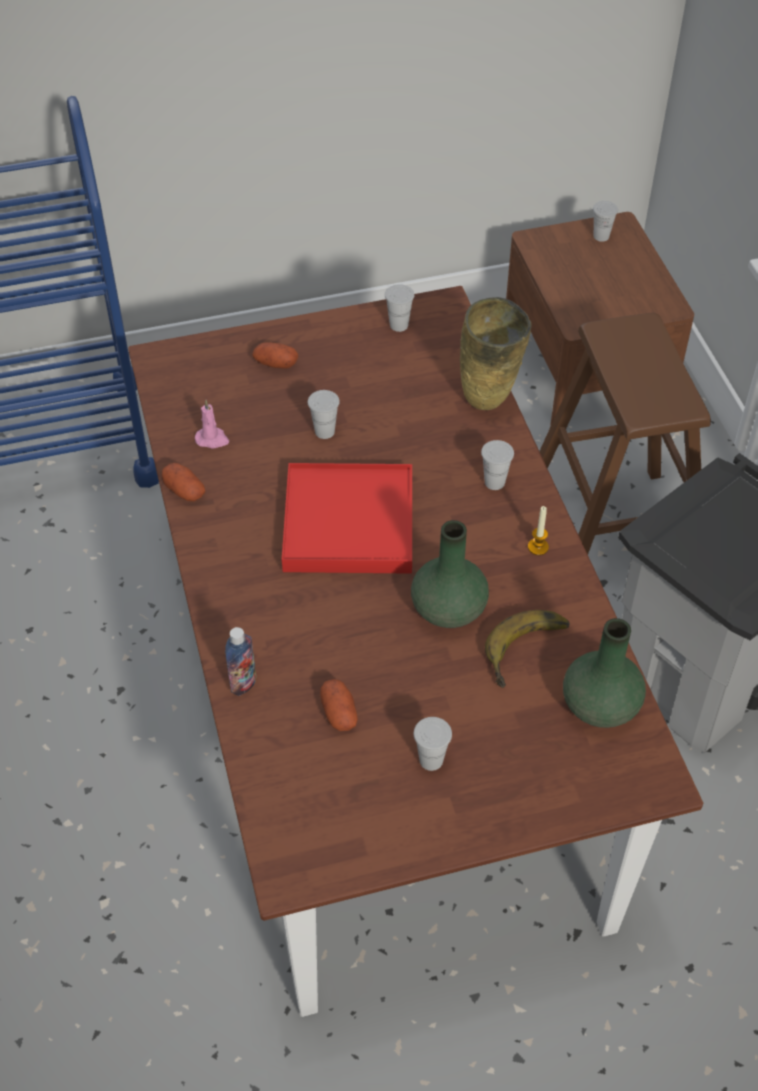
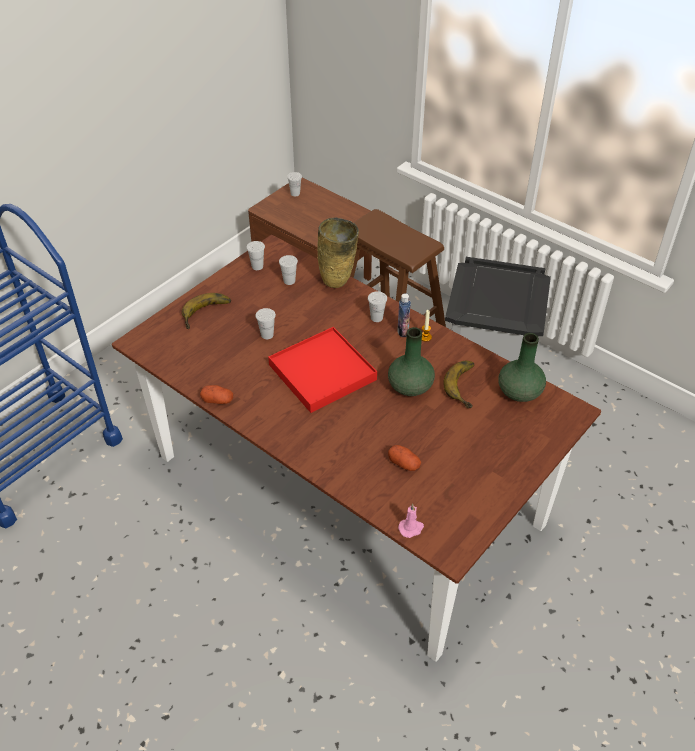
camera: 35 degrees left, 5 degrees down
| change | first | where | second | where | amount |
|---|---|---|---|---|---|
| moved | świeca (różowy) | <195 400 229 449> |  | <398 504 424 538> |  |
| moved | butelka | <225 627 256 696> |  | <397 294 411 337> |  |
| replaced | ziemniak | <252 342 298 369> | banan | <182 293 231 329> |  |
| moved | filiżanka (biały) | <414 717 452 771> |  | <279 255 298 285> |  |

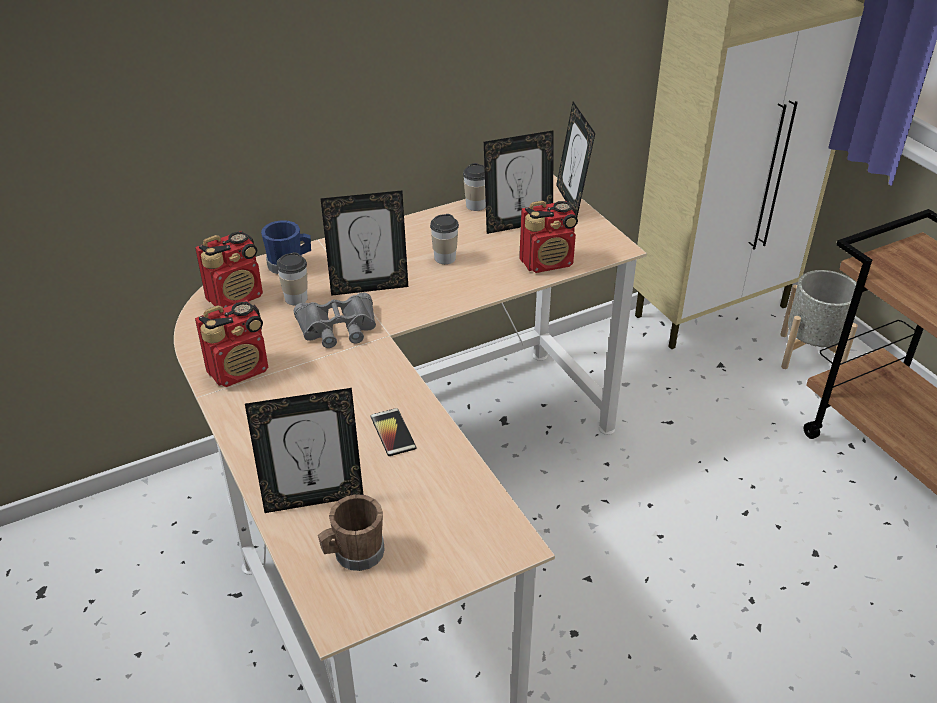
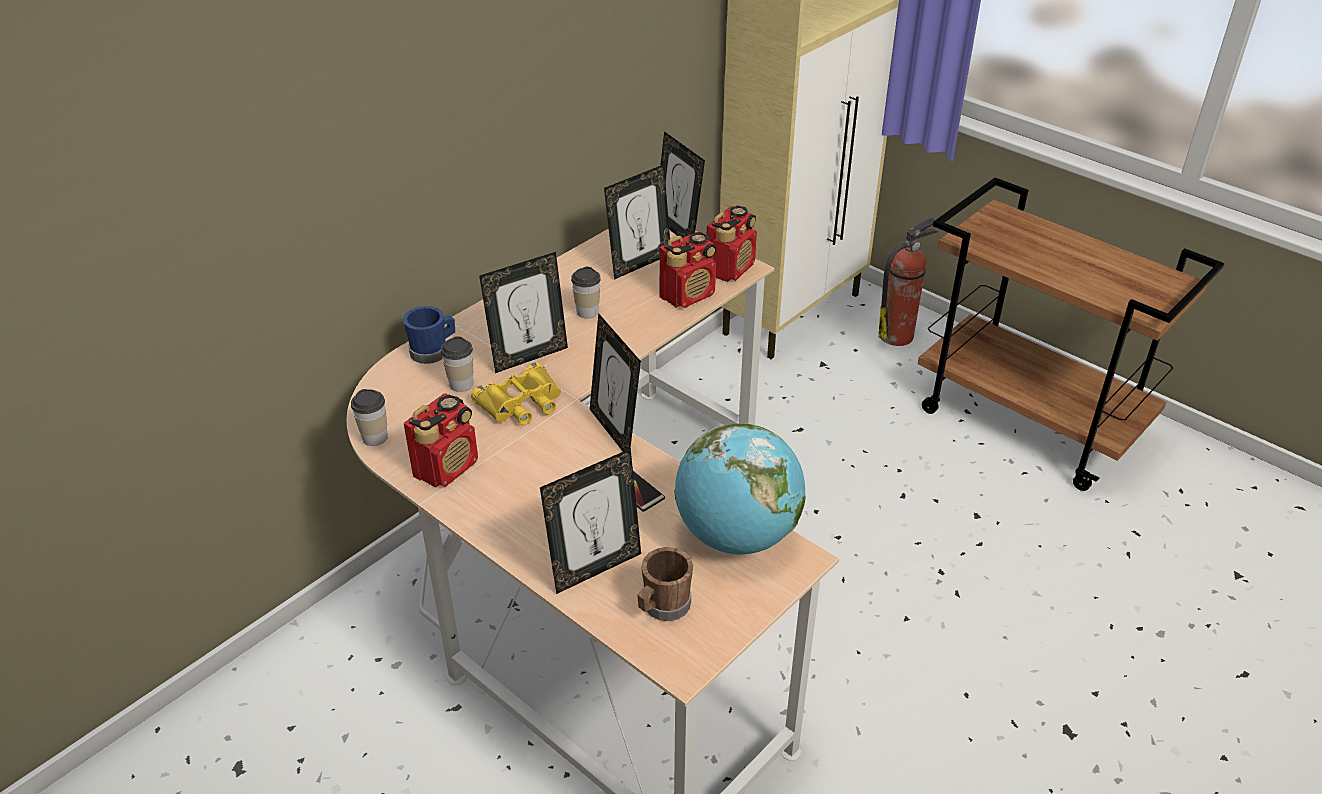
camera: 20 degrees left, 0 degrees up
| change | first | where | second | where | amount |
|---|---|---|---|---|---|
| moved | radio | <195 231 263 308> |  | <707 206 757 282> |  |
| recoloured | lornetka (szary) | <294 293 376 348> | lornetka (żółty) | <471 362 561 425> |  |
| moved | filiżanka | <463 163 486 211> |  | <351 389 388 446> |  |
| replaced | donica (szary) | <780 270 858 369> | gaśnica | <878 218 939 346> |  |
| added |  |  | ramka na zdjęcie | <590 313 641 452> |  |
| added |  |  | globus | <674 423 805 554> |  |

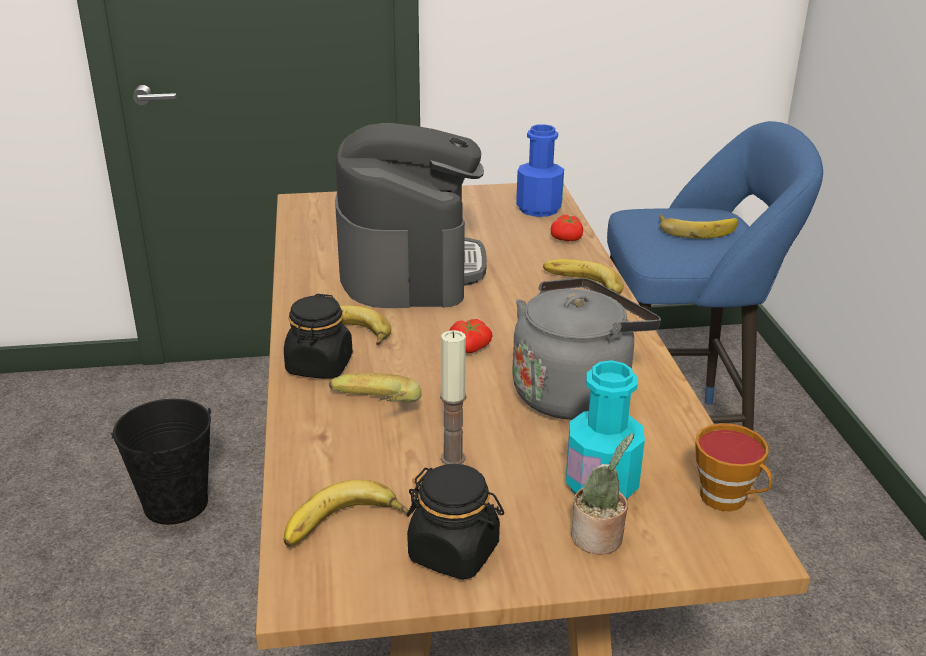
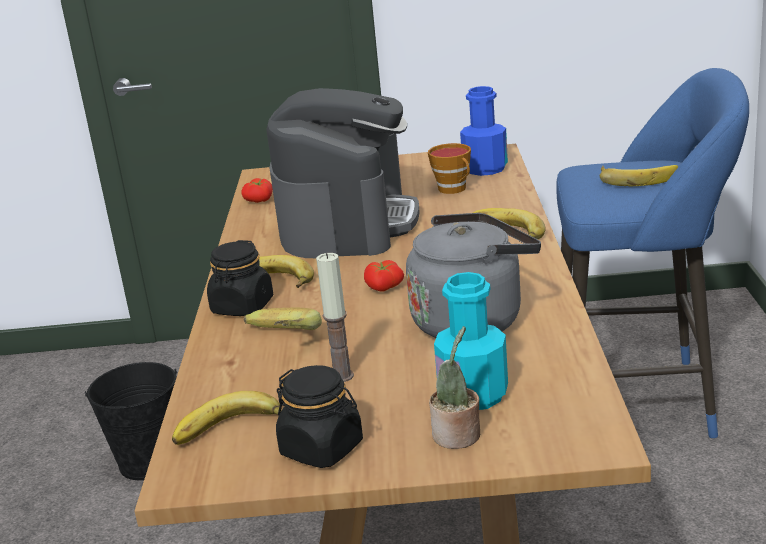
camera: 10 degrees right, 5 degrees down
| change | first | where | second | where | amount |
|---|---|---|---|---|---|
| moved | pomidor | <551 215 583 242> |  | <241 178 273 203> |  |
| moved | filiżanka | <695 423 772 511> |  | <428 143 471 194> |  |

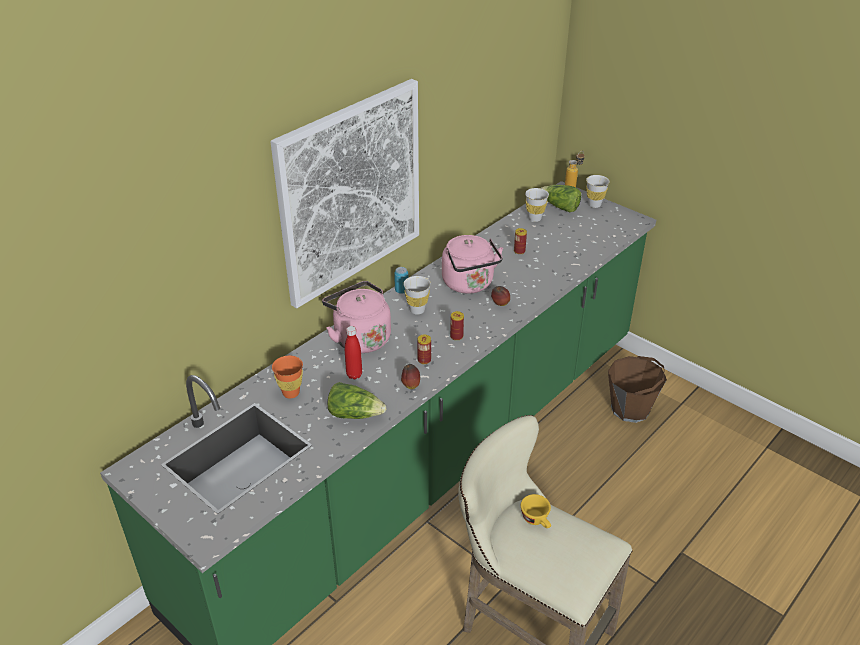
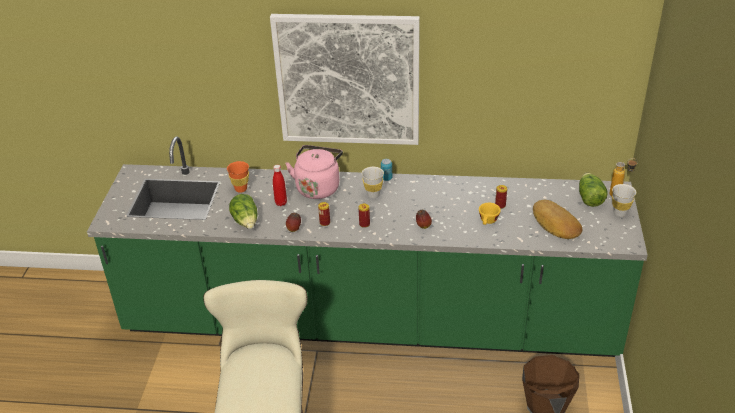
camera: 55 degrees right, 0 degrees up
| change | first | where | second | where | amount |
|---|---|---|---|---|---|
| removed | czajnik (różowy) | <442 235 503 293> |  |  |  |
| moved | filiżanka (żółty) | <521 494 551 528> |  | <479 203 501 225> |  |
| removed | filiżanka (biały) | <525 188 549 222> |  |  |  |
| added |  |  | chleb | <533 200 582 239> |  |

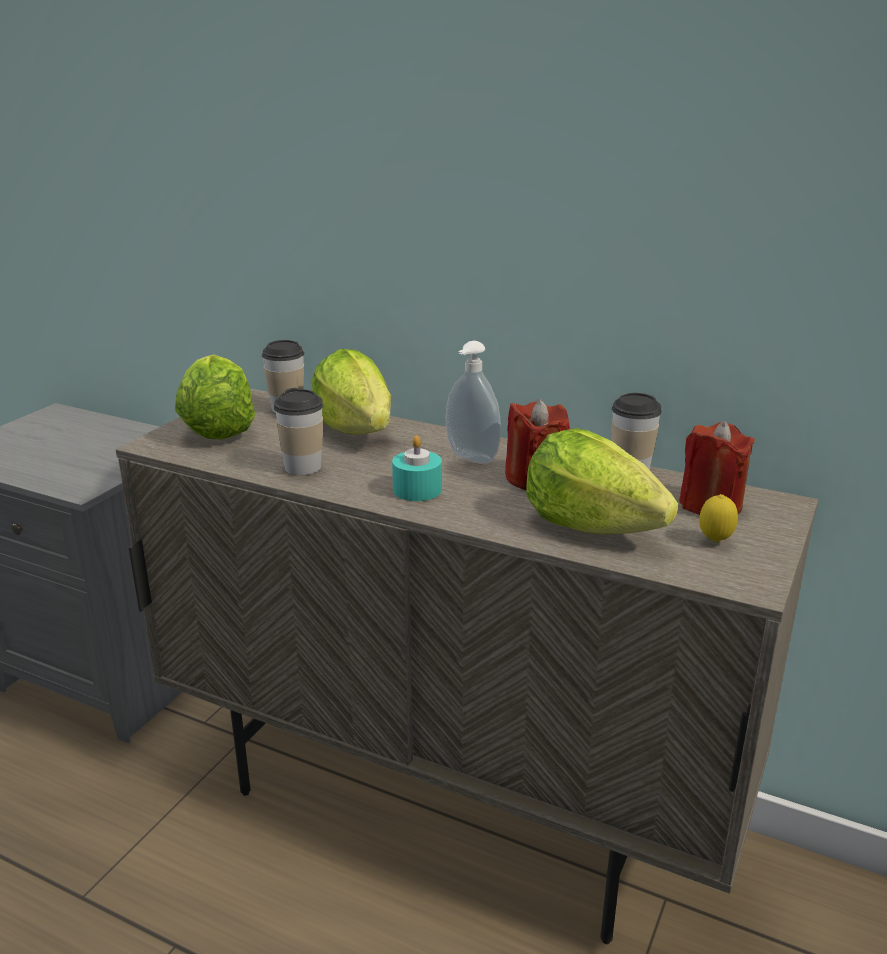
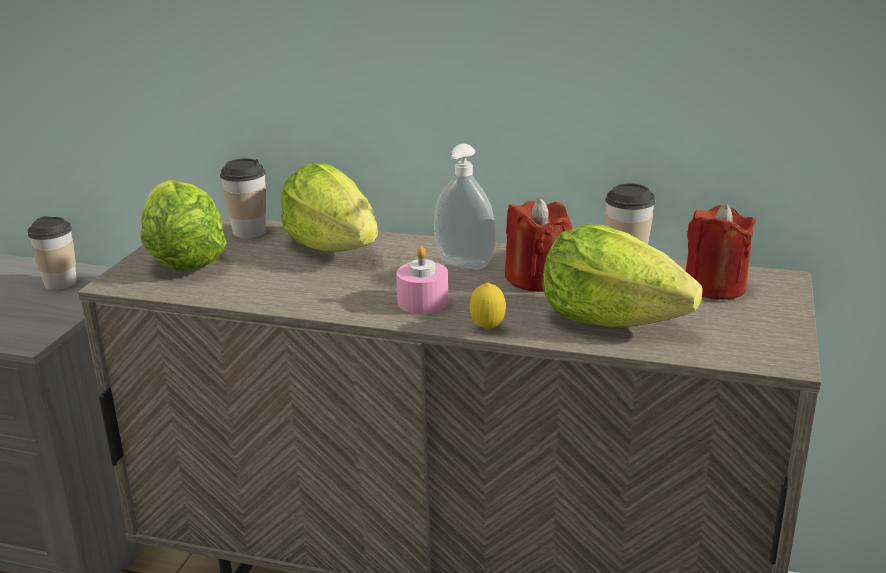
camera: 10 degrees left, 0 degrees up
| change | first | where | second | where | amount |
|---|---|---|---|---|---|
| moved | filiżanka | <274 388 323 475> |  | <28 216 77 290> |  |
| recoloured | świeca (turkusowy) | <392 435 442 501> | świeca (różowy) | <396 246 448 314> |  |
| moved | cytryna | <699 494 738 542> |  | <470 282 506 330> |  |

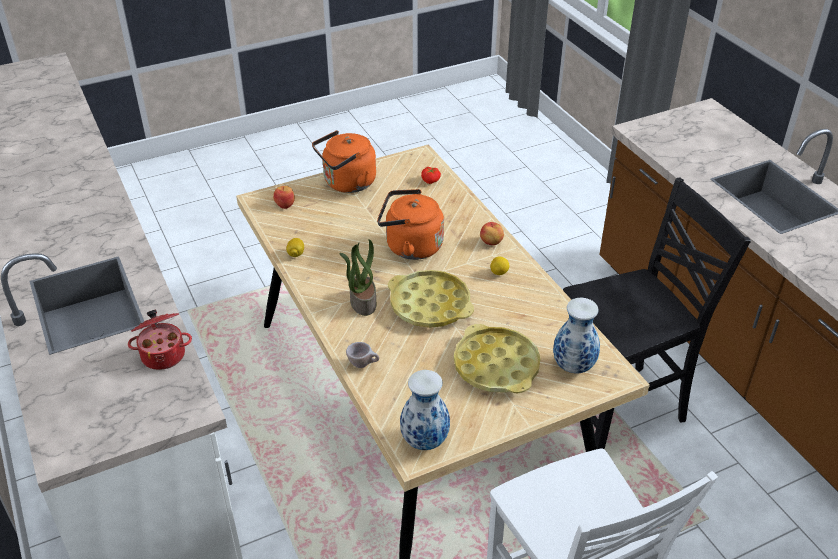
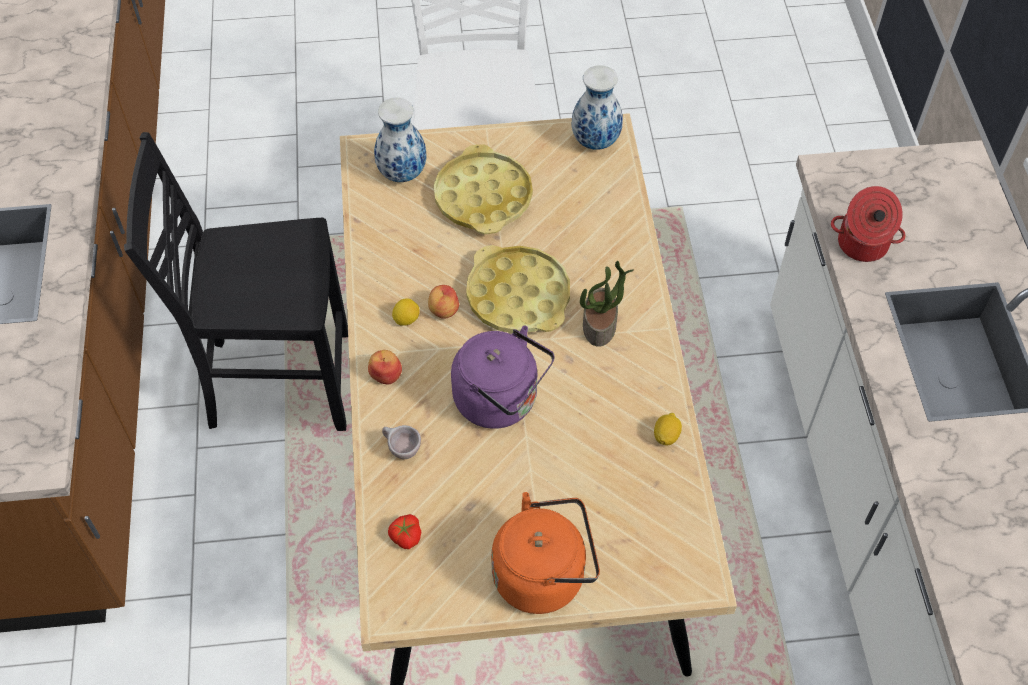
camera: 160 degrees left, 15 degrees up
| change | first | where | second | where | amount |
|---|---|---|---|---|---|
| moved | jabłko | <273 186 295 209> |  | <428 285 459 319> |  |
| moved | filiżanka (beżowy) | <346 342 379 368> |  | <382 425 421 459> |  |
| recoloured | czajnik (pomarańczowy) | <377 189 444 260> | czajnik (fioletowy) | <451 326 555 429> |  |

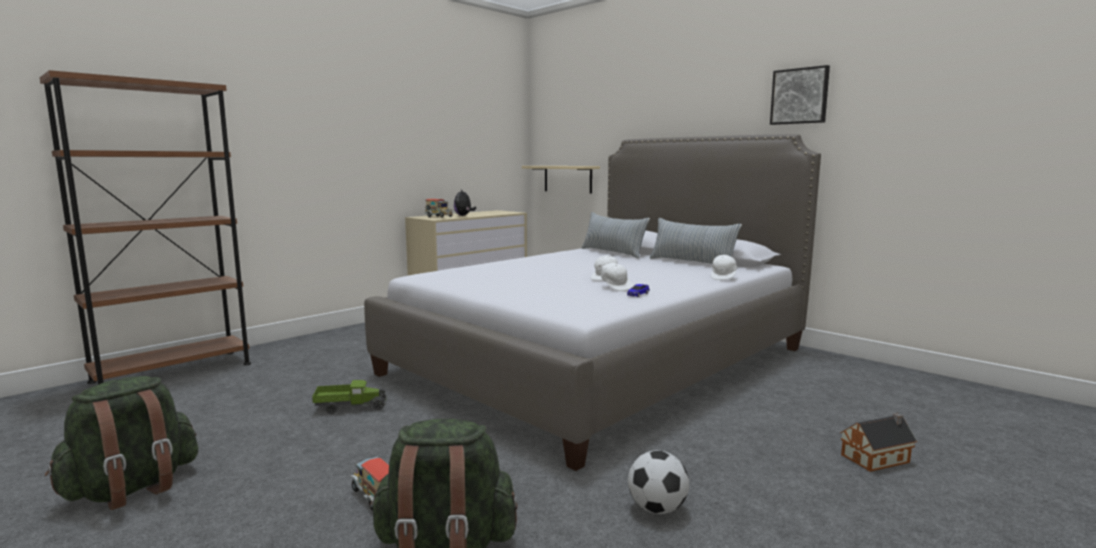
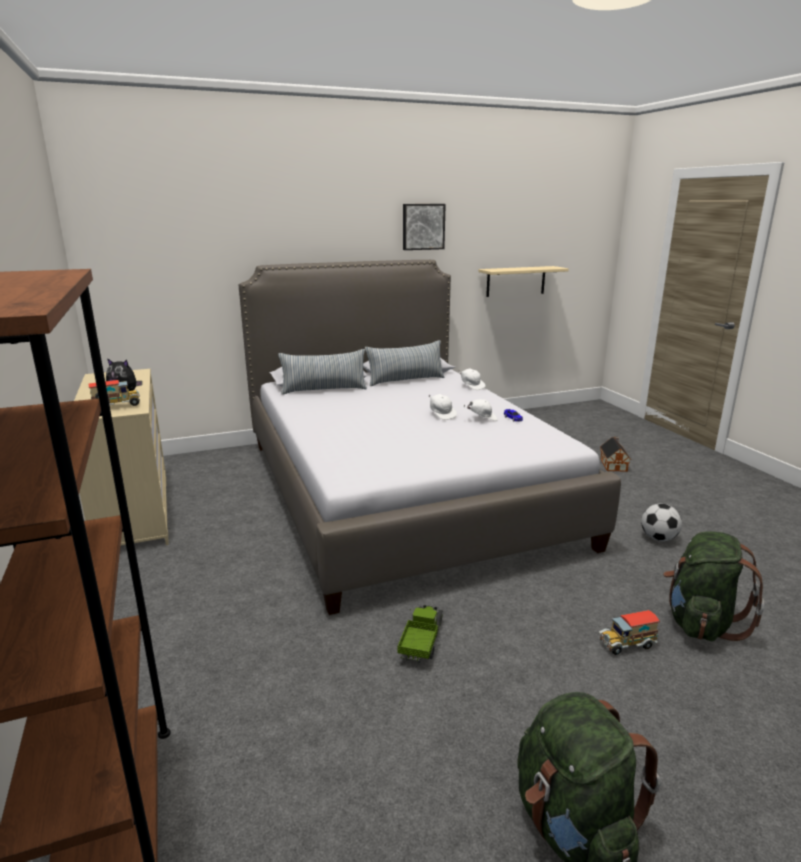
camera: 65 degrees left, 10 degrees up
| change | first | where | second | where | amount |
|---|---|---|---|---|---|
| moved | półka (beżowy) | <522 166 600 193> |  | <478 266 569 297> |  |

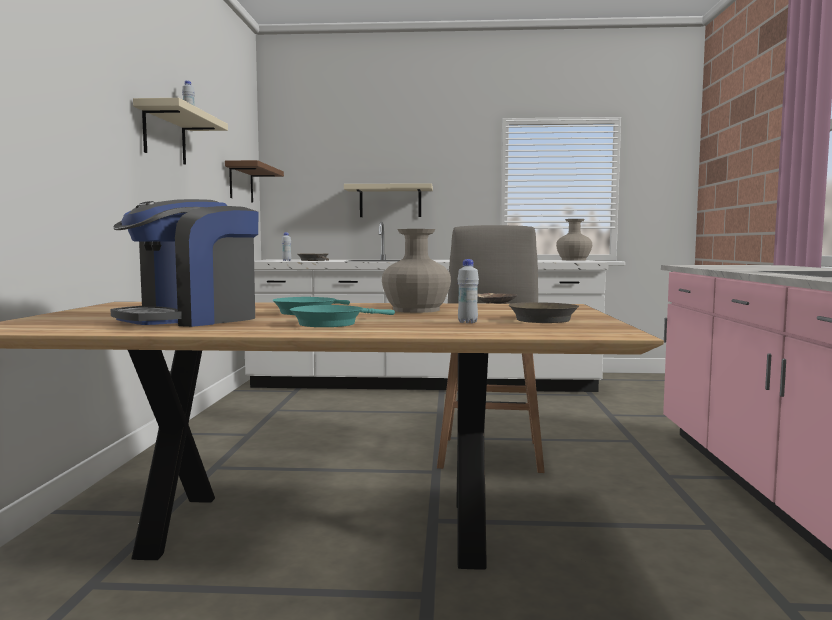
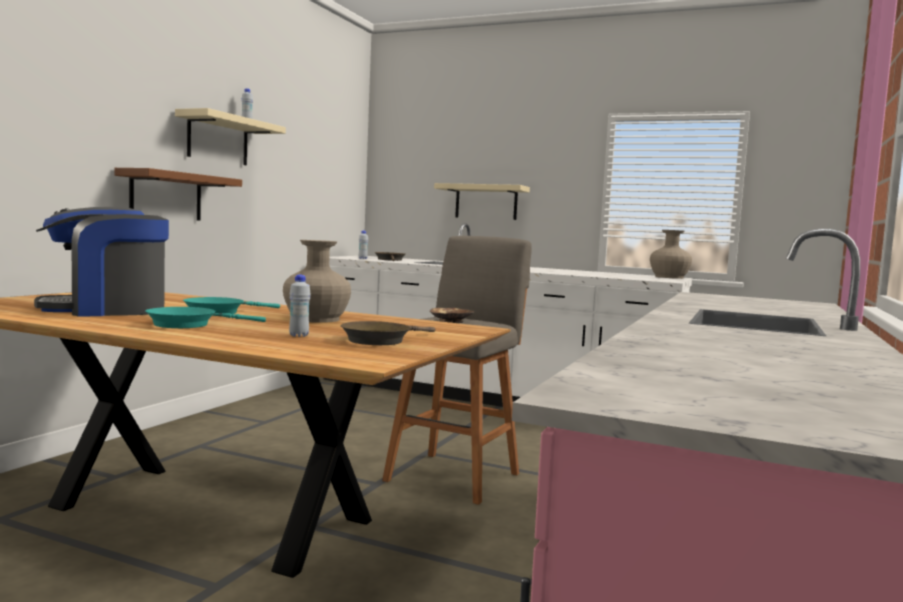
camera: 20 degrees right, 0 degrees up
| change | first | where | second | where | amount |
|---|---|---|---|---|---|
| moved | półka (brązowy) | <225 160 284 202> |  | <114 168 242 221> |  |

